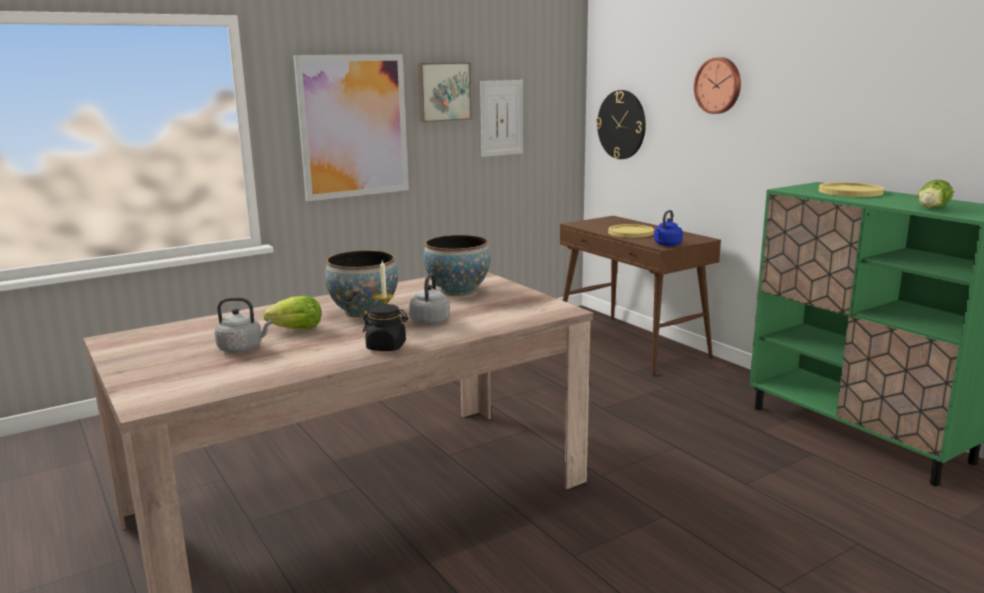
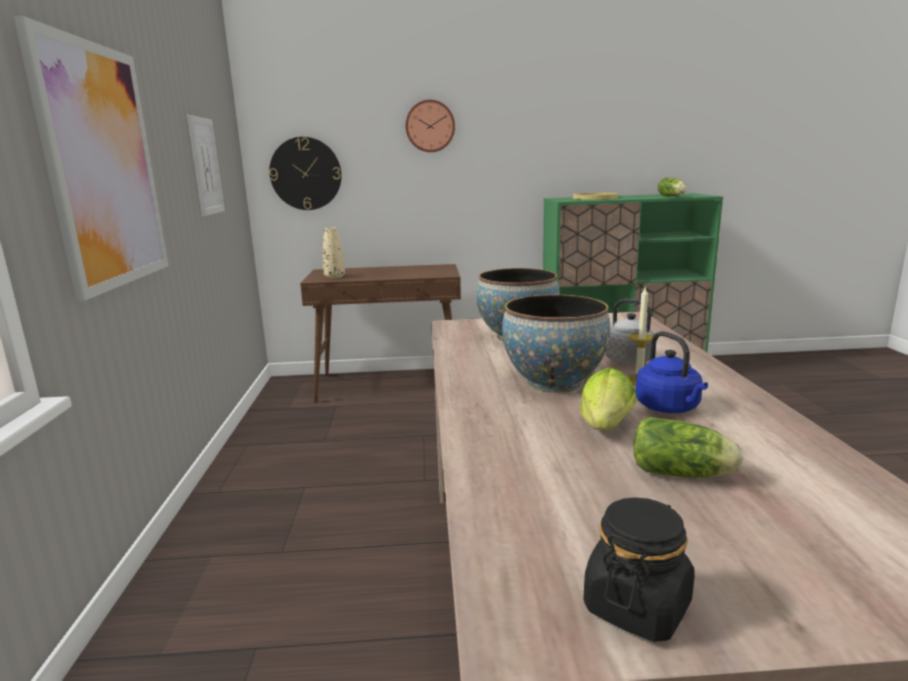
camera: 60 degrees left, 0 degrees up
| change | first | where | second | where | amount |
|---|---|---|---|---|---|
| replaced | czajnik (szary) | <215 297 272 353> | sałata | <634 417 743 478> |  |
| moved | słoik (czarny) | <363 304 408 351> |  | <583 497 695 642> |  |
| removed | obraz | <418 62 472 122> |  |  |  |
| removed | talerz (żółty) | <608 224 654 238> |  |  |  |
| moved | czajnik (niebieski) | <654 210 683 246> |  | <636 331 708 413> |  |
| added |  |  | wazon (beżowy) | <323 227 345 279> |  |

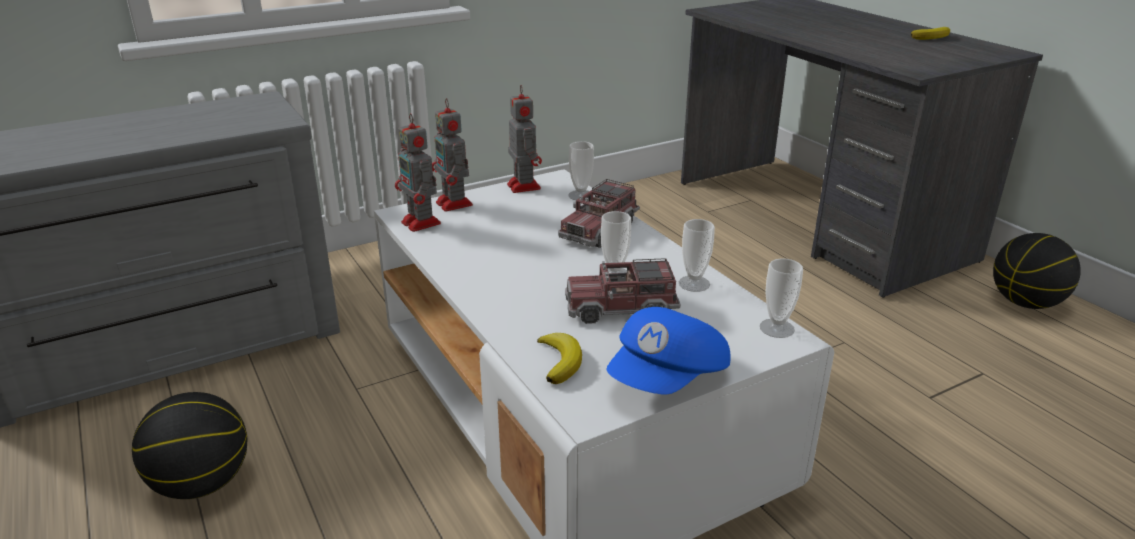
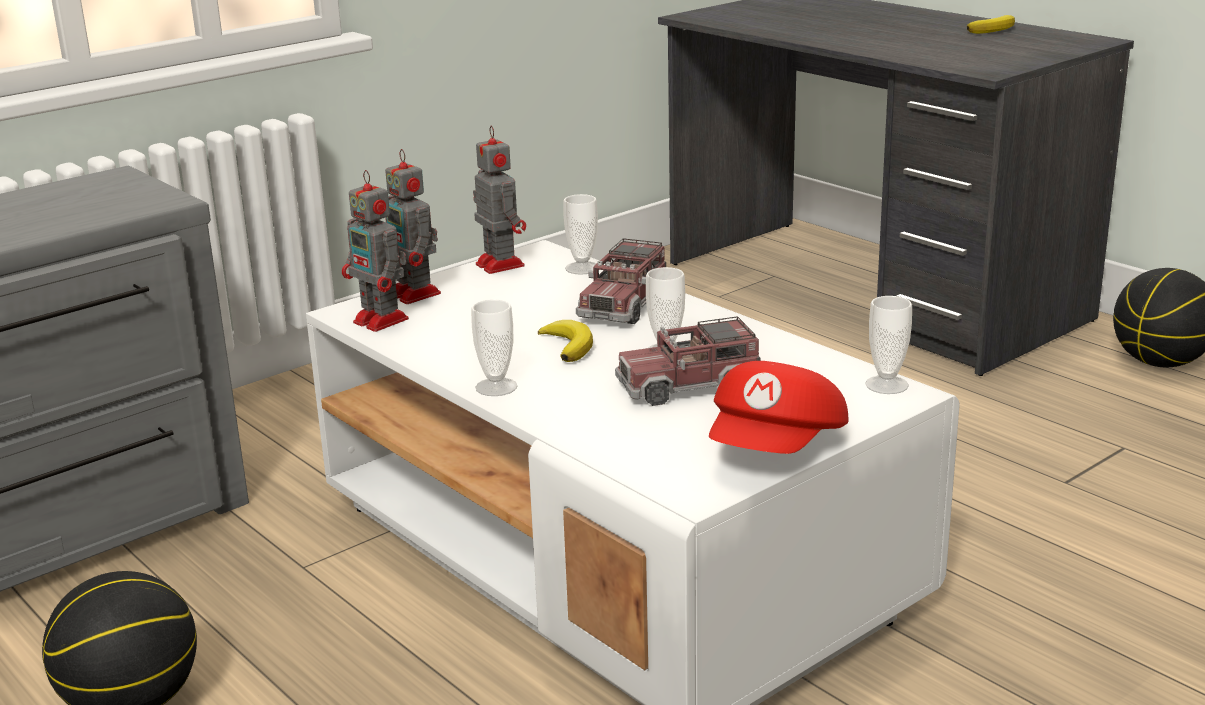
camera: 10 degrees left, 5 degrees down
| change | first | where | second | where | amount |
|---|---|---|---|---|---|
| moved | banan | <537 333 582 384> |  | <538 320 593 362> |  |
| recoloured | czapka z daszkiem (niebieski) | <607 307 731 394> | czapka z daszkiem (czerwony) | <709 361 849 454> |  |
| moved | filiżanka | <679 219 715 292> |  | <471 299 517 396> |  |

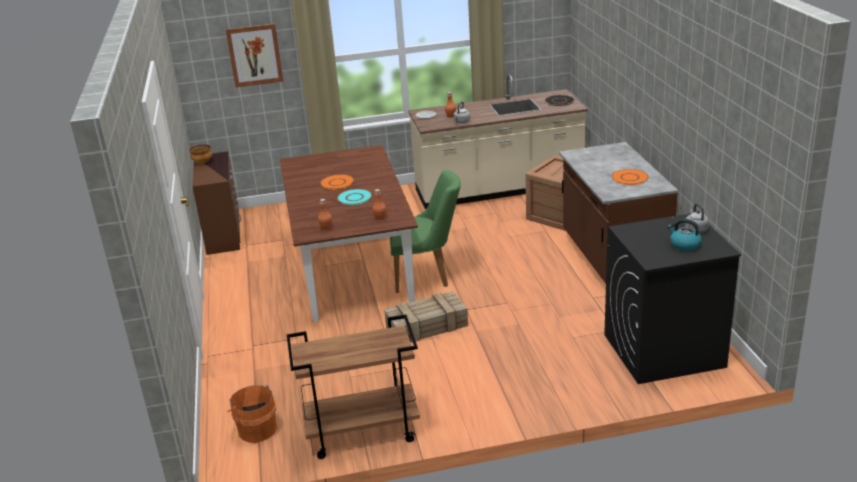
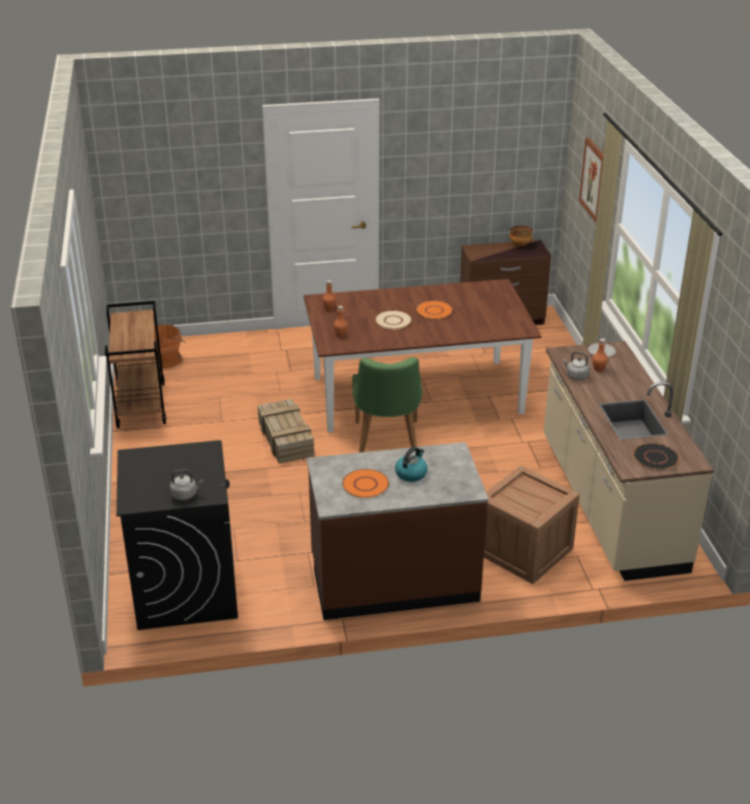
camera: 90 degrees right, 5 degrees up
| change | first | where | second | where | amount |
|---|---|---|---|---|---|
| recoloured | talerz (turkusowy) | <337 189 372 205> | talerz (beżowy) | <375 310 412 329> |  |
| moved | czajnik | <667 219 702 251> |  | <395 447 428 482> |  |

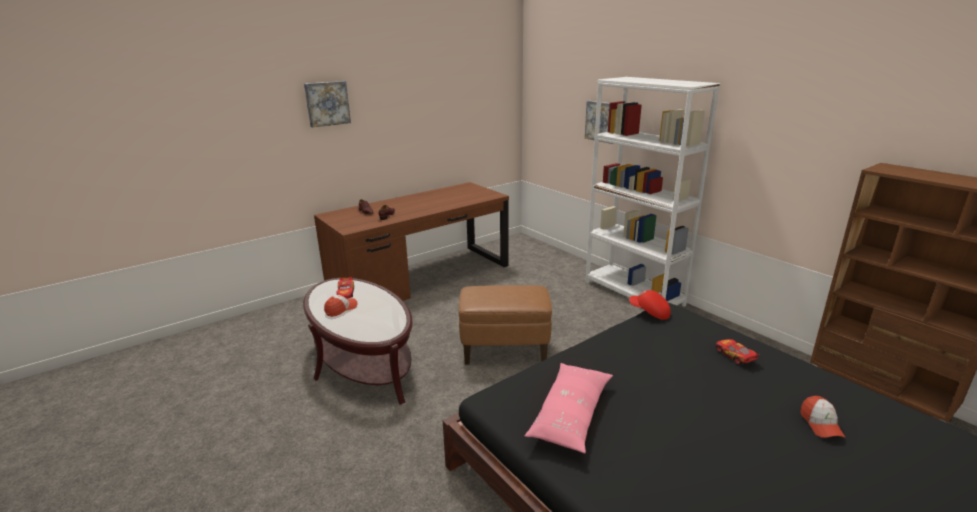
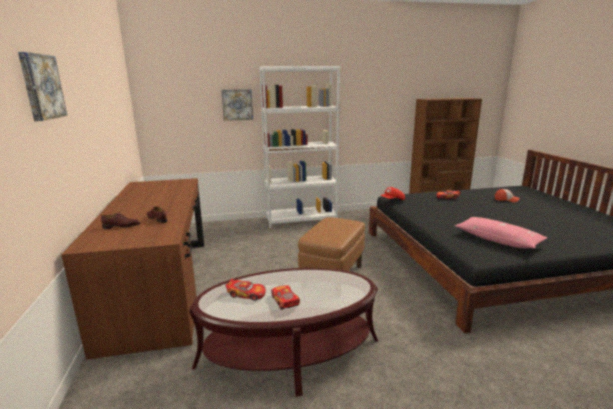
camera: 65 degrees left, 5 degrees down
| change | first | where | second | where | amount |
|---|---|---|---|---|---|
| replaced | czapka z daszkiem | <324 295 358 317> | samochodzik | <271 285 300 310> |  |

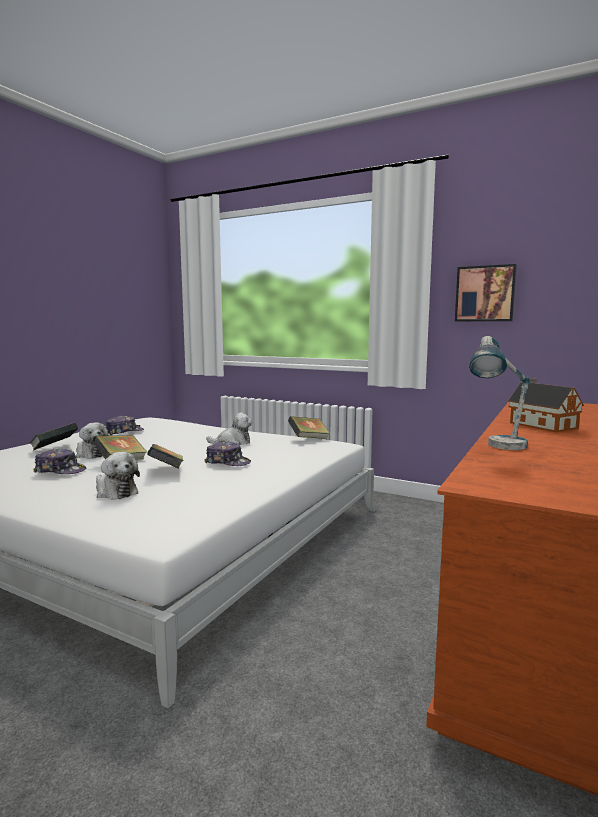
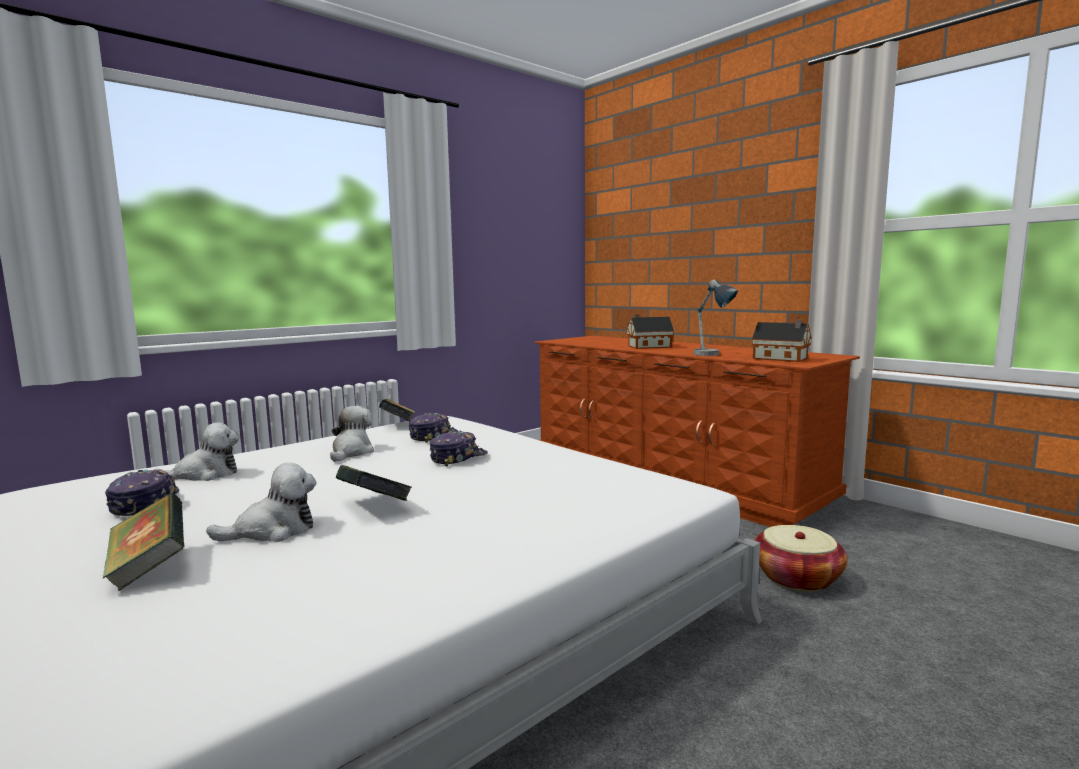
camera: 70 degrees left, 0 degrees up
| change | first | where | second | where | amount |
|---|---|---|---|---|---|
| moved | czapka z daszkiem | <34 449 86 474> |  | <409 413 458 443> |  |
| moved | pluszak | <96 452 140 500> |  | <154 422 239 481> |  |
| removed | książka | <147 444 183 469> |  |  |  |
| removed | obraz | <455 264 517 321> |  |  |  |
| added |  |  | domek | <752 320 812 362> |  |
| added |  |  | koszyk | <754 525 848 591> |  |

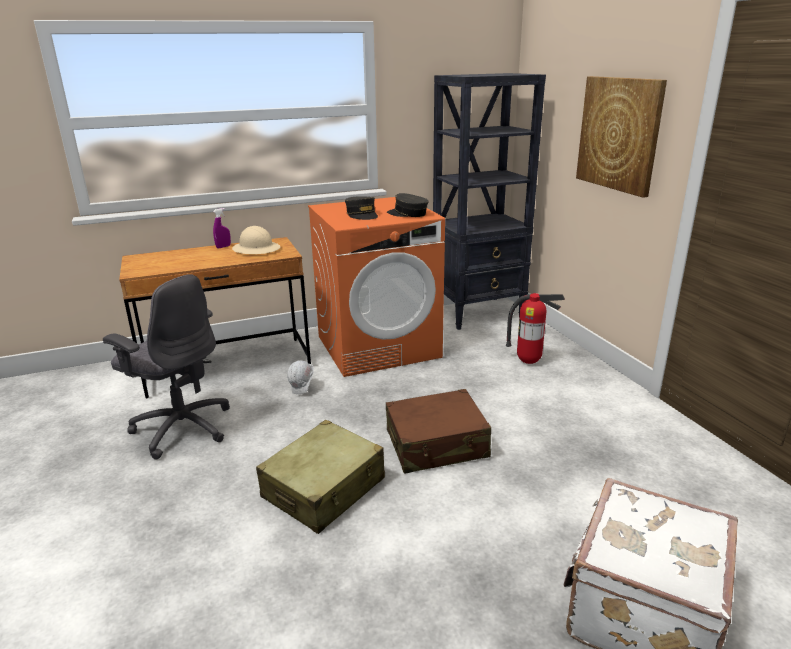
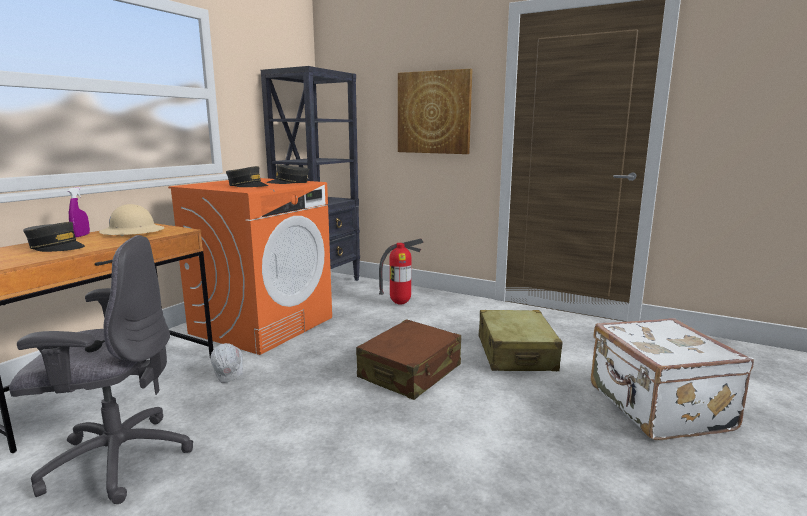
camera: 40 degrees left, 10 degrees down
| change | first | where | second | where | amount |
|---|---|---|---|---|---|
| moved | walizka (beżowy) | <256 420 385 534> |  | <478 310 562 371> |  |
| added |  |  | czapka z daszkiem (szary) | <23 222 85 252> |  |

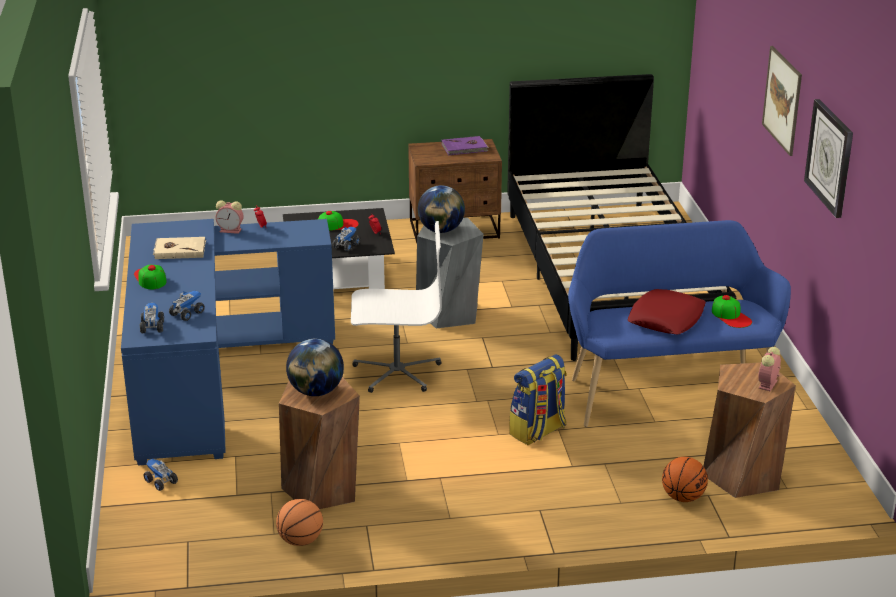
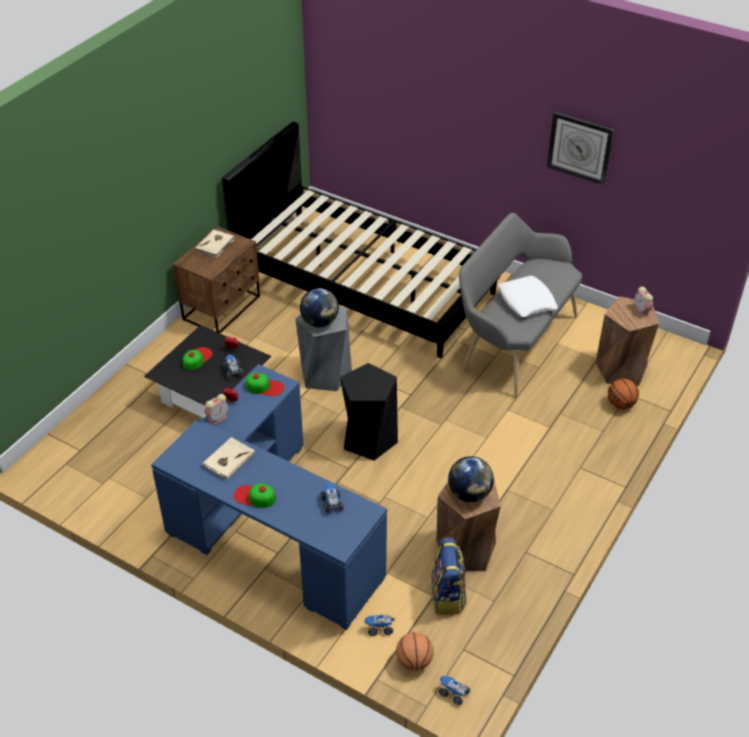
camera: 50 degrees left, 15 degrees up
| change | first | where | second | where | amount |
|---|---|---|---|---|---|
| moved | ciężarówka zabawkowa | <140 303 164 333> |  | <439 676 470 705> |  |
| moved | piłka do koszykówki | <276 499 323 546> |  | <396 632 434 671> |  |
| replaced | krzesło biurowe (biały) | <351 221 442 393> | stołek (czarny) | <340 363 398 461> |  |
| recoloured | książka (fioletowy) | <441 136 489 155> | książka (beżowy) | <195 229 236 258> |  |
| moved | plecak | <509 354 567 445> |  | <431 538 466 615> |  |
| recoloured | ławka (niebieski) | <568 220 791 427> | ławka (szary) | <459 213 582 398> |  |
| recoloured | poduszka (czerwony) | <627 289 706 334> | poduszka (biały) | <498 276 558 317> |  |
| moved | czapka z daszkiem | <712 295 752 328> |  | <246 373 284 396> |  |
| removed | obraz | <762 46 802 156> |  |  |  |

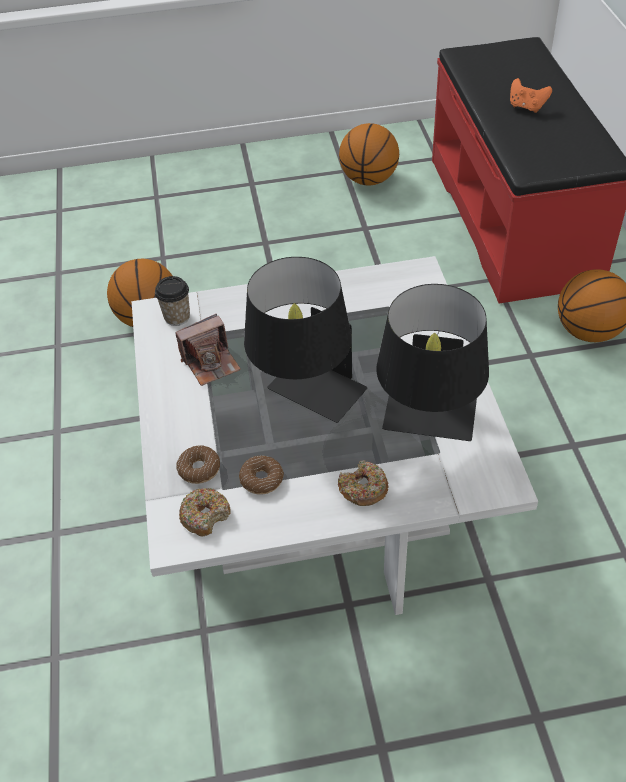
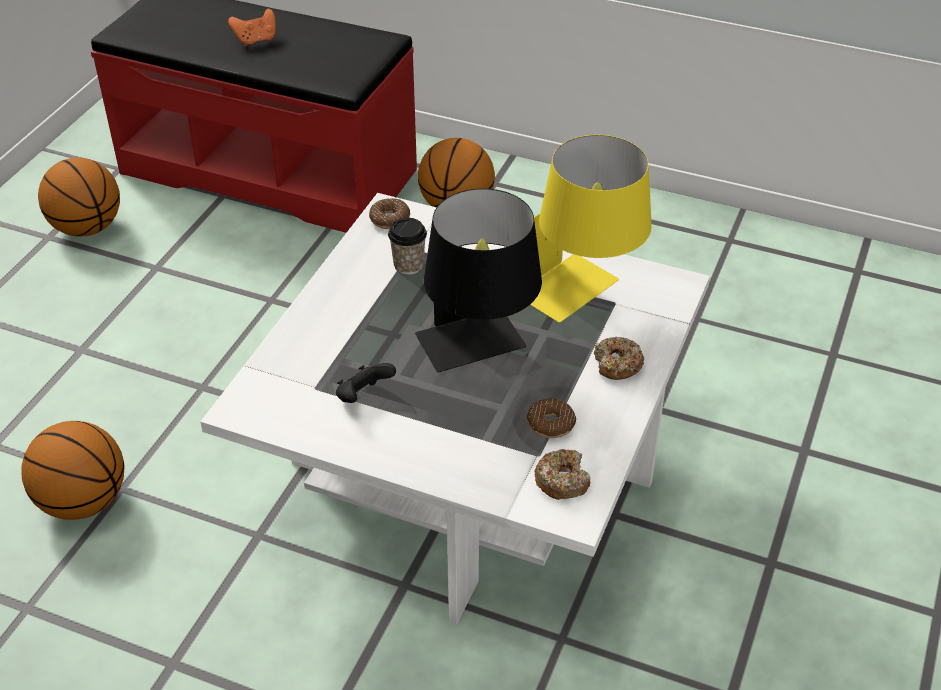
camera: 60 degrees left, 5 degrees down
| change | first | where | second | where | amount |
|---|---|---|---|---|---|
| moved | filiżanka | <155 276 190 326> |  | <388 218 427 275> |  |
| replaced | aparat fotograficzny | <175 314 241 386> | pad do gier (czarny) | <336 363 396 403> |  |
| moved | donut | <176 446 220 484> |  | <369 198 410 229> |  |
| recoloured | lampa stołowa (czarny) | <377 284 489 441> | lampa stołowa (żółty) | <530 135 652 322> |  |

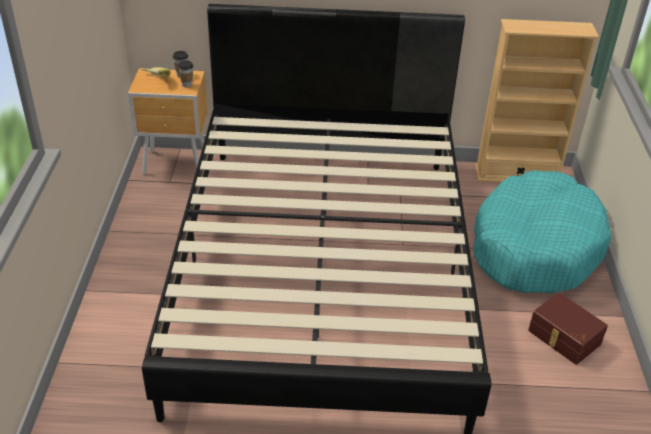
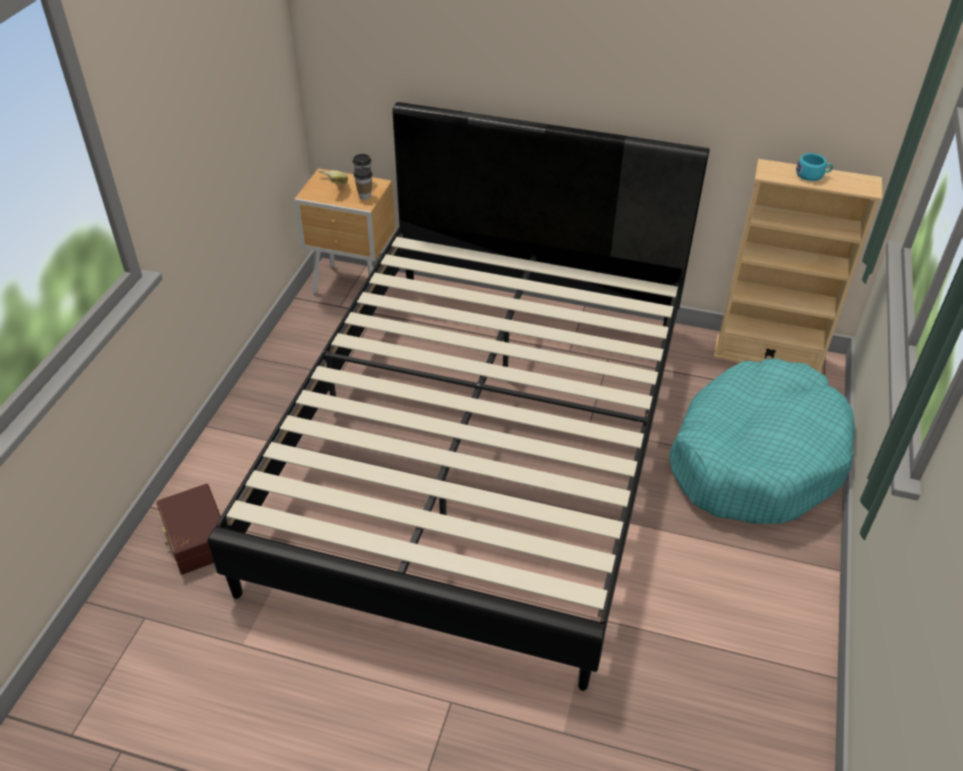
camera: 15 degrees right, 5 degrees up
| change | first | where | second | where | amount |
|---|---|---|---|---|---|
| moved | pojemnik do przechowywania (brązowy) | <528 293 608 365> |  | <156 484 221 575> |  |
| added |  |  | filiżanka (turkusowy) | <796 153 833 181> |  |

